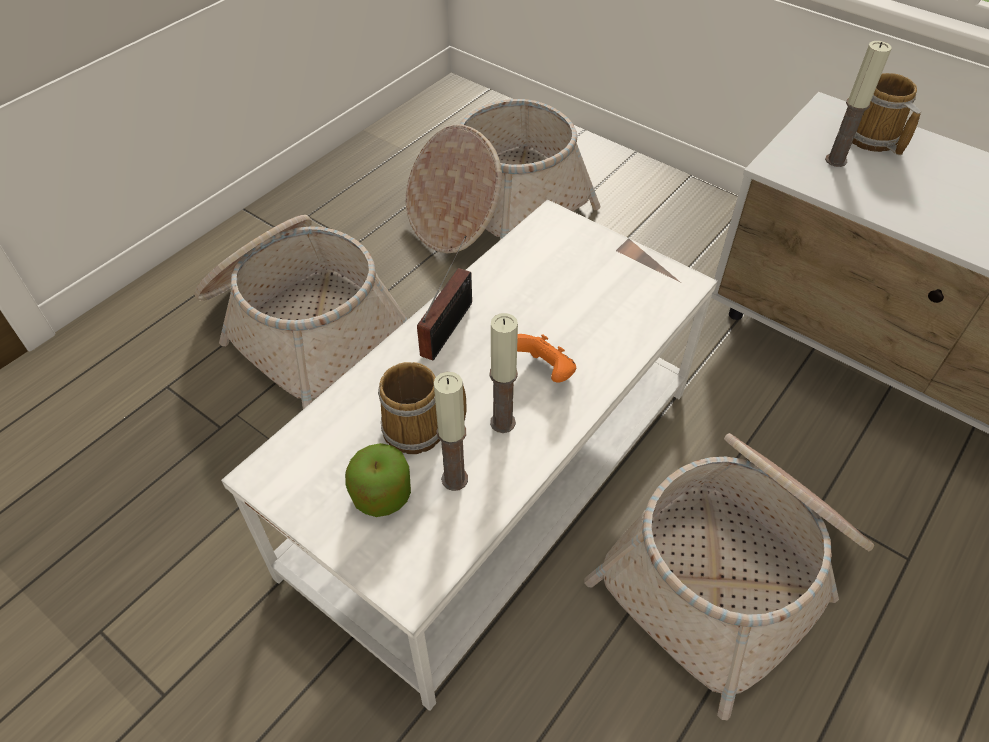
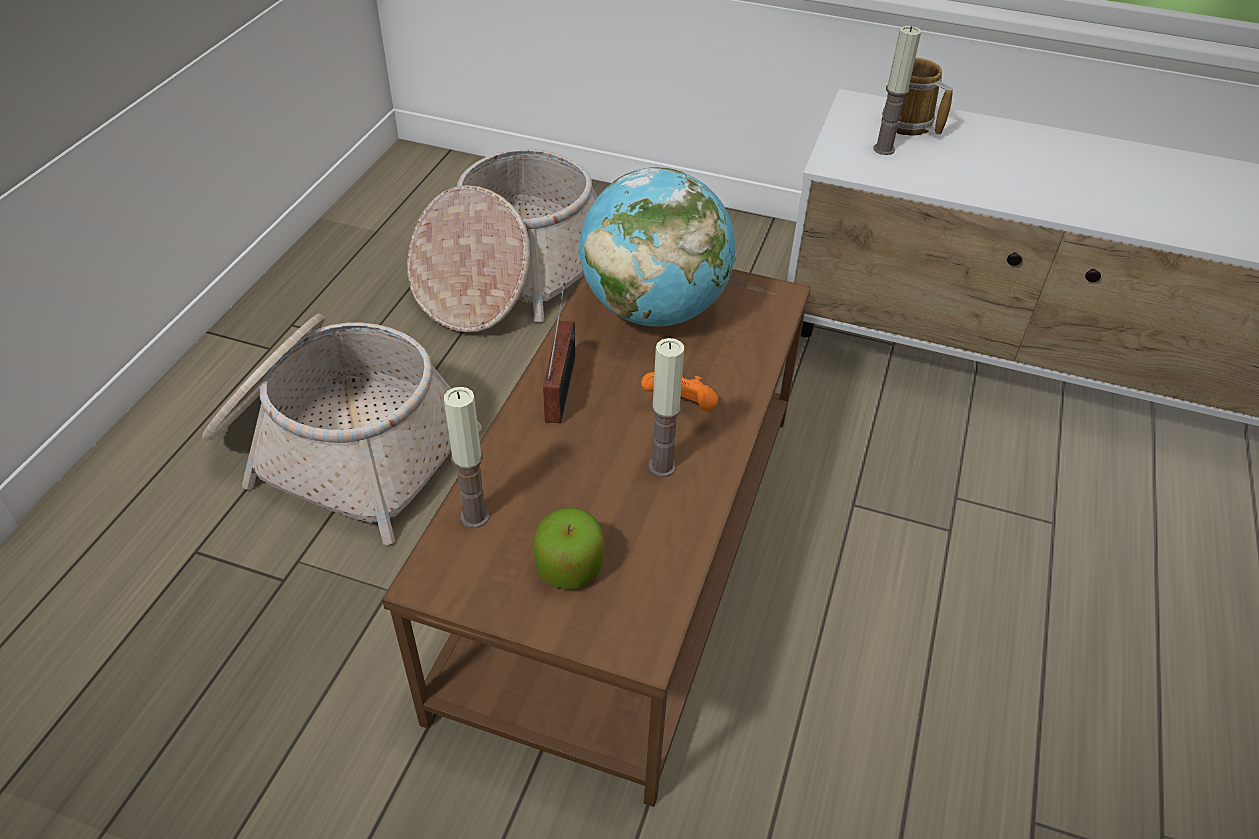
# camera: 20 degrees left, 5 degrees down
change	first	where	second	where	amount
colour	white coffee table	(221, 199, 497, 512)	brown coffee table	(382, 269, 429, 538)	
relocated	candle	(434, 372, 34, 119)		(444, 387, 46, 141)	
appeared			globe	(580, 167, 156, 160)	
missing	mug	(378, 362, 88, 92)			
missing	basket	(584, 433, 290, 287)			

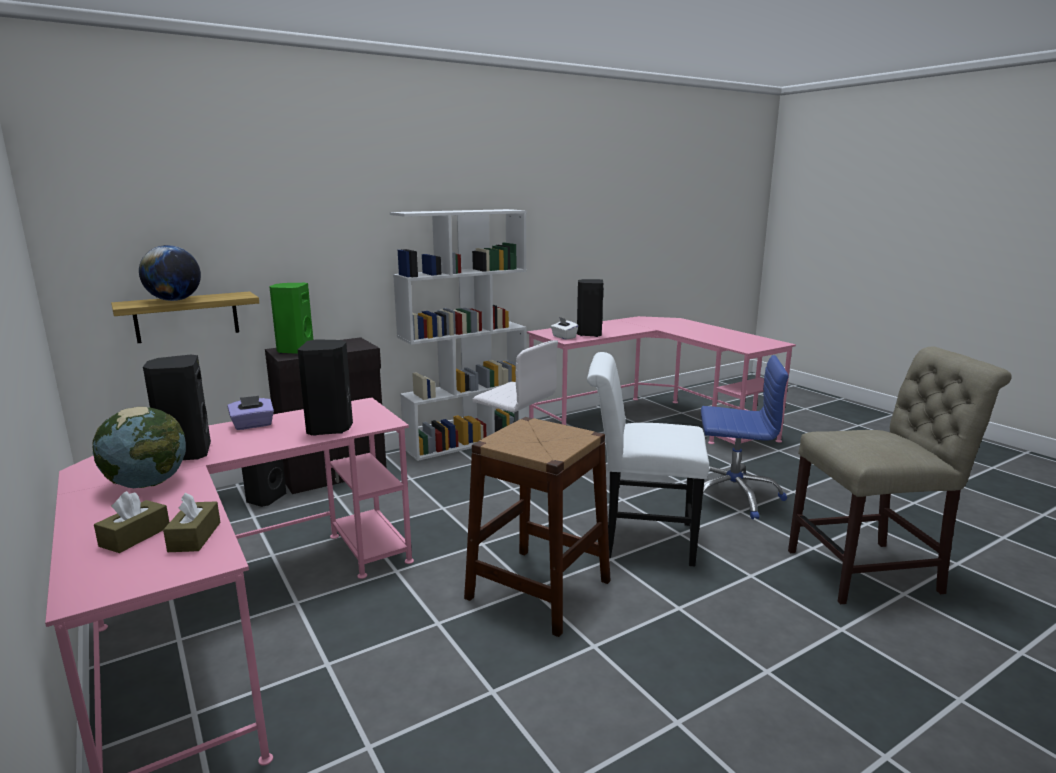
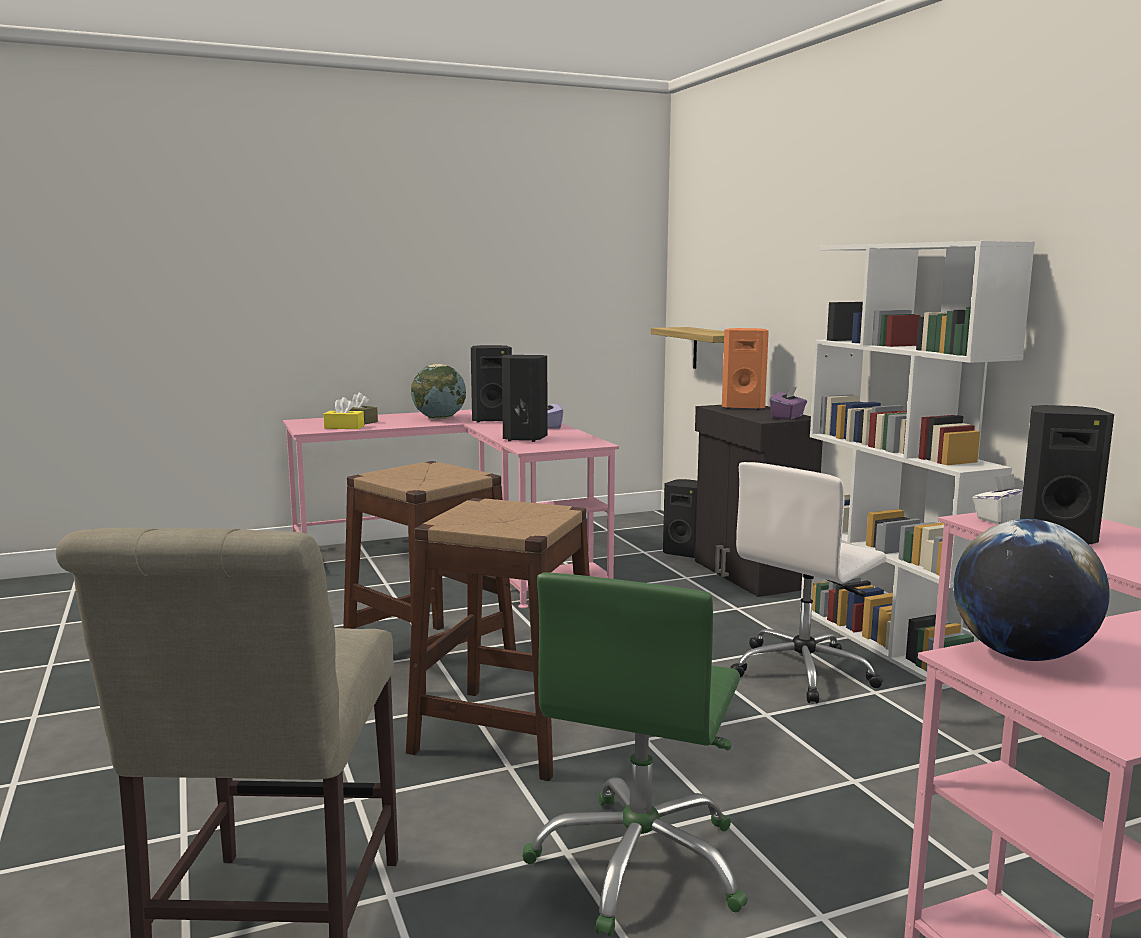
# camera: 100 degrees right, 5 degrees down
change	first	where	second	where	amount
colour	brown tissue box	(163, 492, 58, 60)	yellow tissue box	(323, 397, 41, 32)	
exchanged	white chair	(587, 352, 122, 215)	brown stool	(406, 498, 184, 283)	
colour	blue office chair	(701, 355, 88, 164)	green office chair	(522, 573, 226, 364)	
colour	green speaker	(269, 283, 44, 71)	orange speaker	(722, 328, 47, 82)	
appeared			purple tissue box	(770, 387, 37, 33)	
relocated	globe	(139, 245, 62, 56)		(954, 519, 156, 142)	

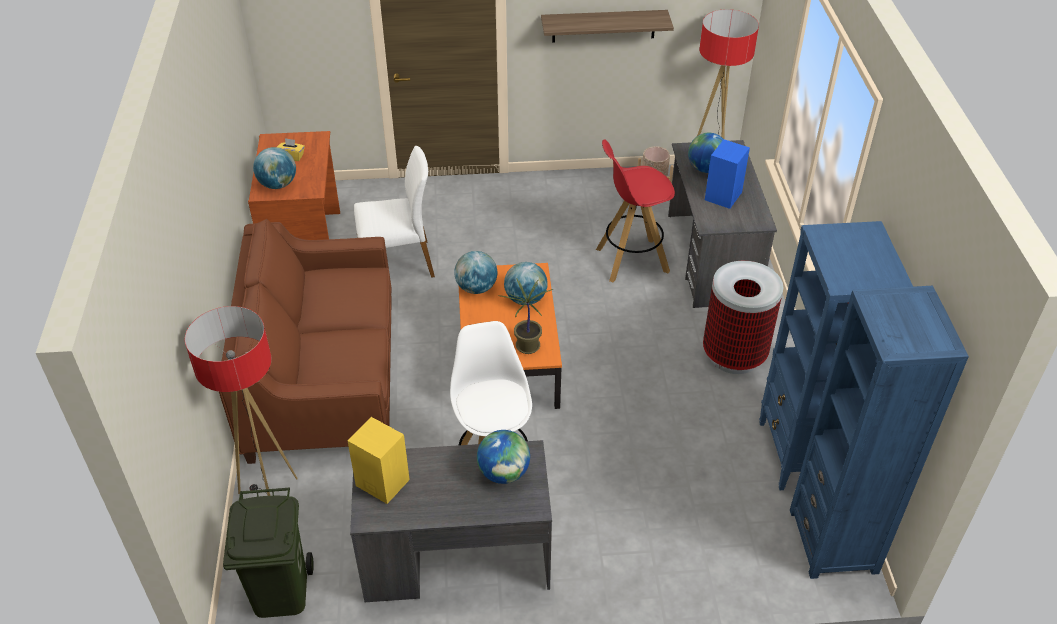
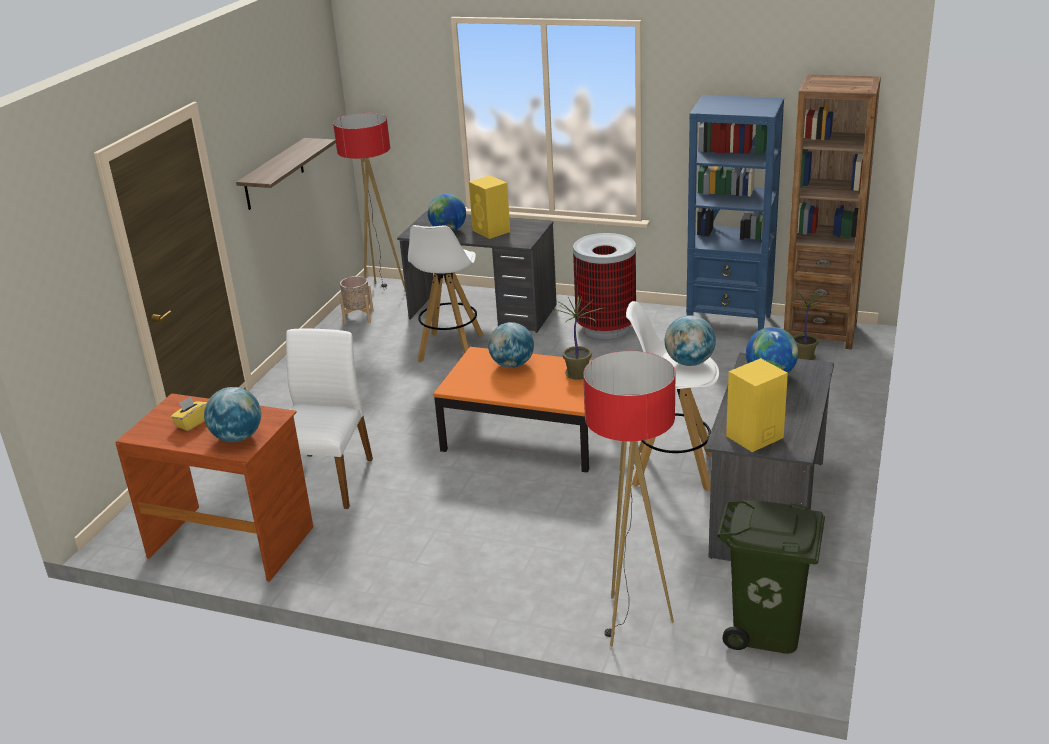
# camera: 65 degrees left, 15 degrees down
change	first	where	second	where	amount
colour	red stool	(596, 140, 79, 142)	white stool	(408, 225, 76, 137)	
colour	blue speaker	(705, 139, 45, 70)	yellow speaker	(469, 176, 41, 63)	
relocated	globe	(454, 251, 43, 43)		(665, 315, 51, 51)	
colour	blue bookcase	(790, 286, 179, 293)	brown bookcase	(784, 74, 97, 276)	
appeared			potted plant	(787, 289, 44, 71)	
missing	brown sofa	(219, 219, 173, 245)			

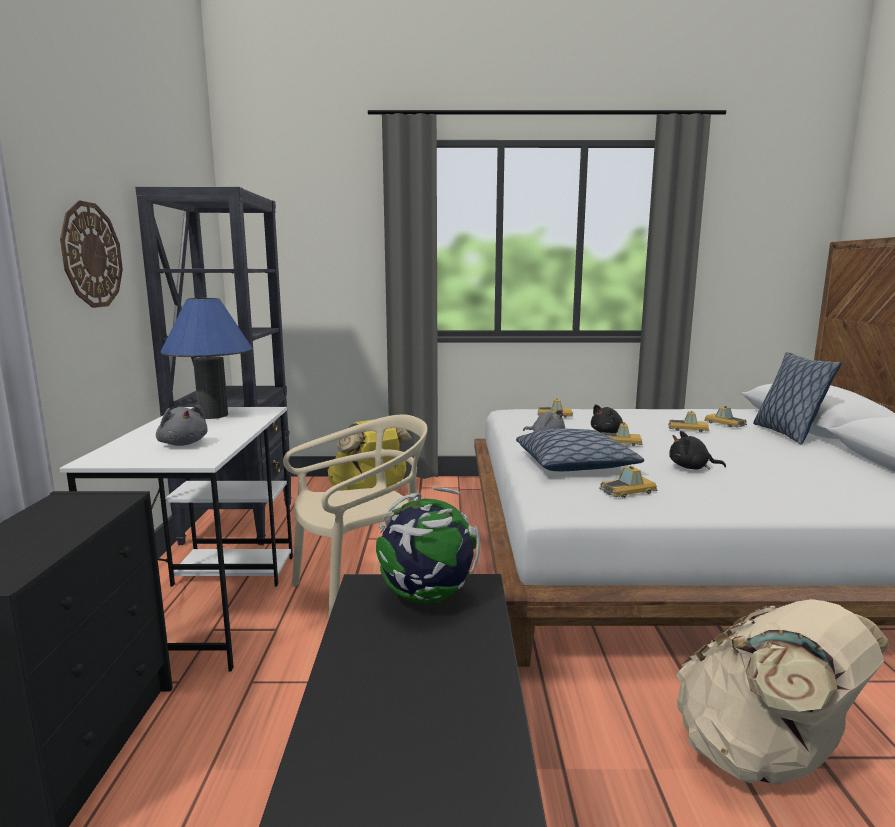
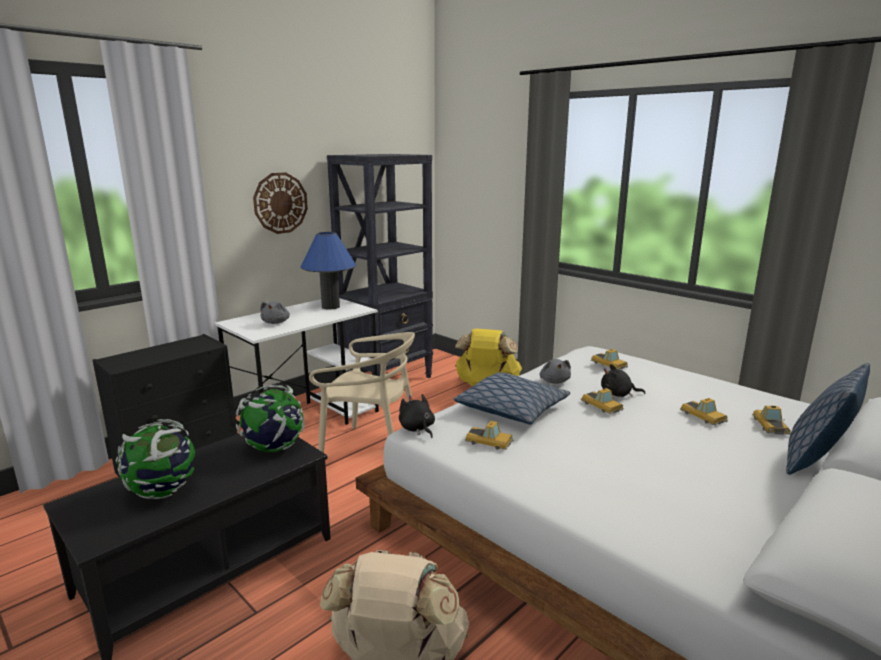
# camera: 45 degrees right, 5 degrees up
change	first	where	second	where	amount
appeared			globe	(116, 419, 79, 80)	
relocated	black plush toy	(669, 431, 57, 39)		(399, 394, 36, 44)	

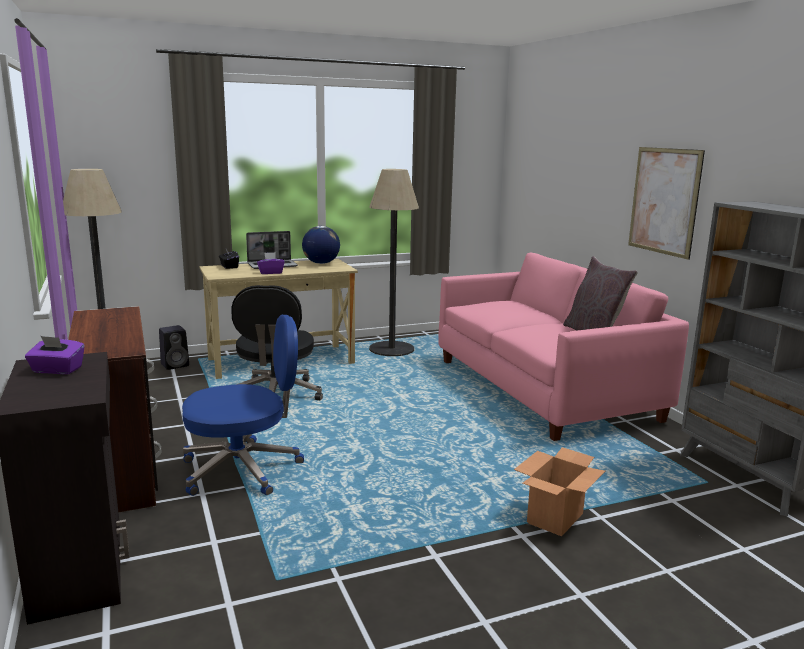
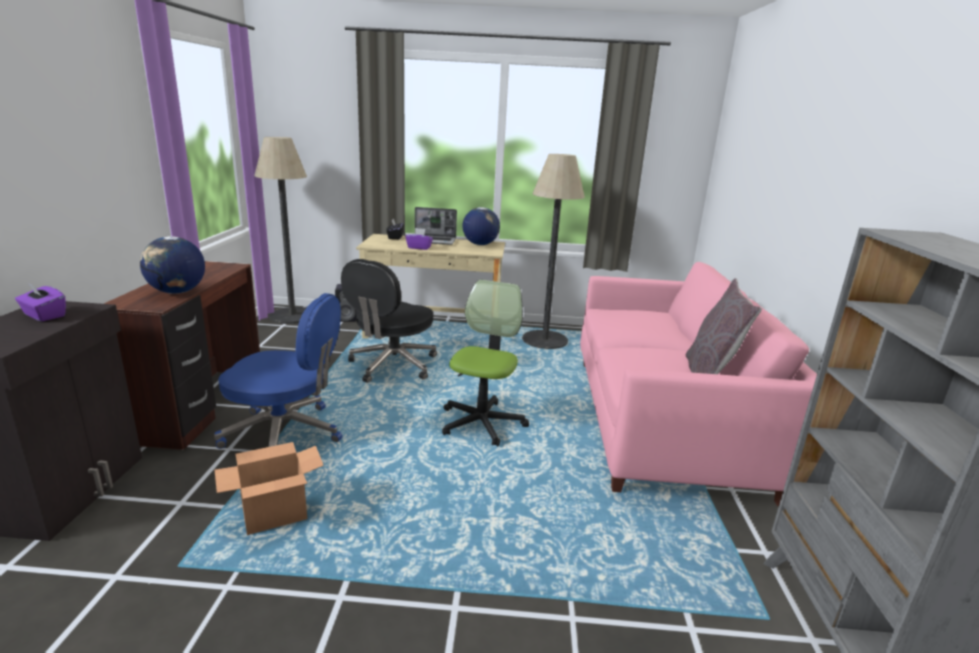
# camera: 25 degrees right, 5 degrees up
change	first	where	second	where	amount
appeared			globe	(140, 236, 65, 58)	
relocated	cardboard box	(514, 447, 91, 89)		(215, 442, 109, 93)	
appeared			office chair	(442, 280, 87, 166)	
missing	picture	(628, 147, 77, 113)			

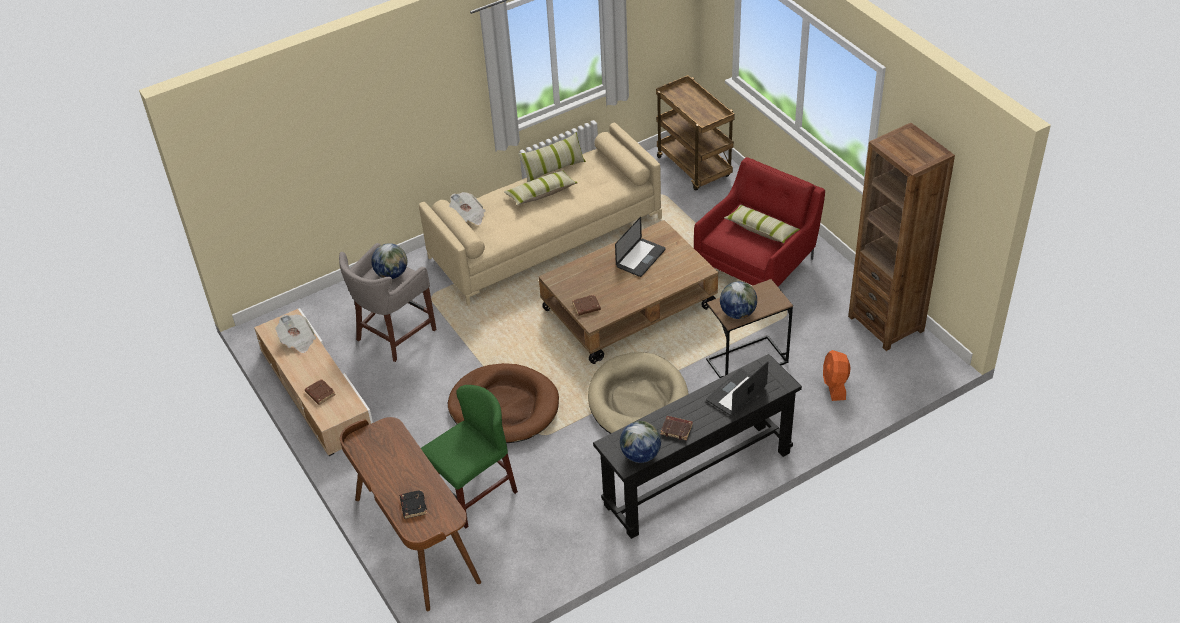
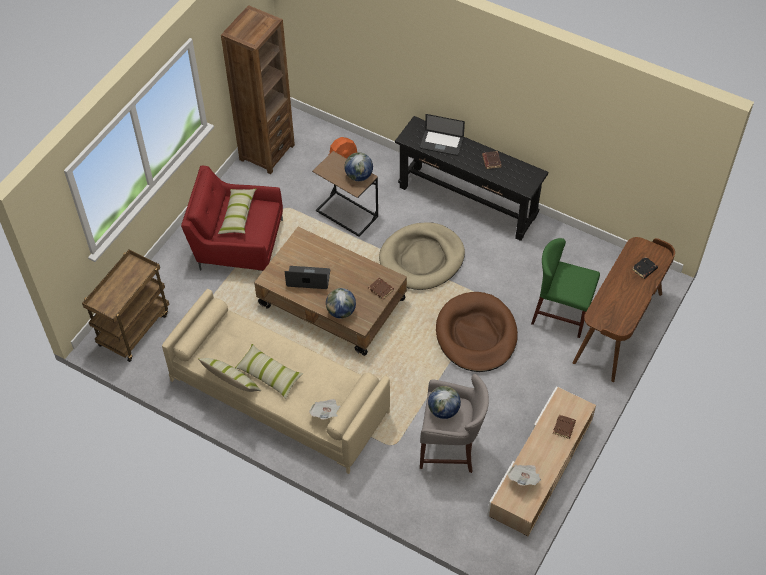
# camera: 120 degrees left, 10 degrees up
change	first	where	second	where	amount
relocated	globe	(620, 421, 41, 42)		(326, 288, 30, 31)	

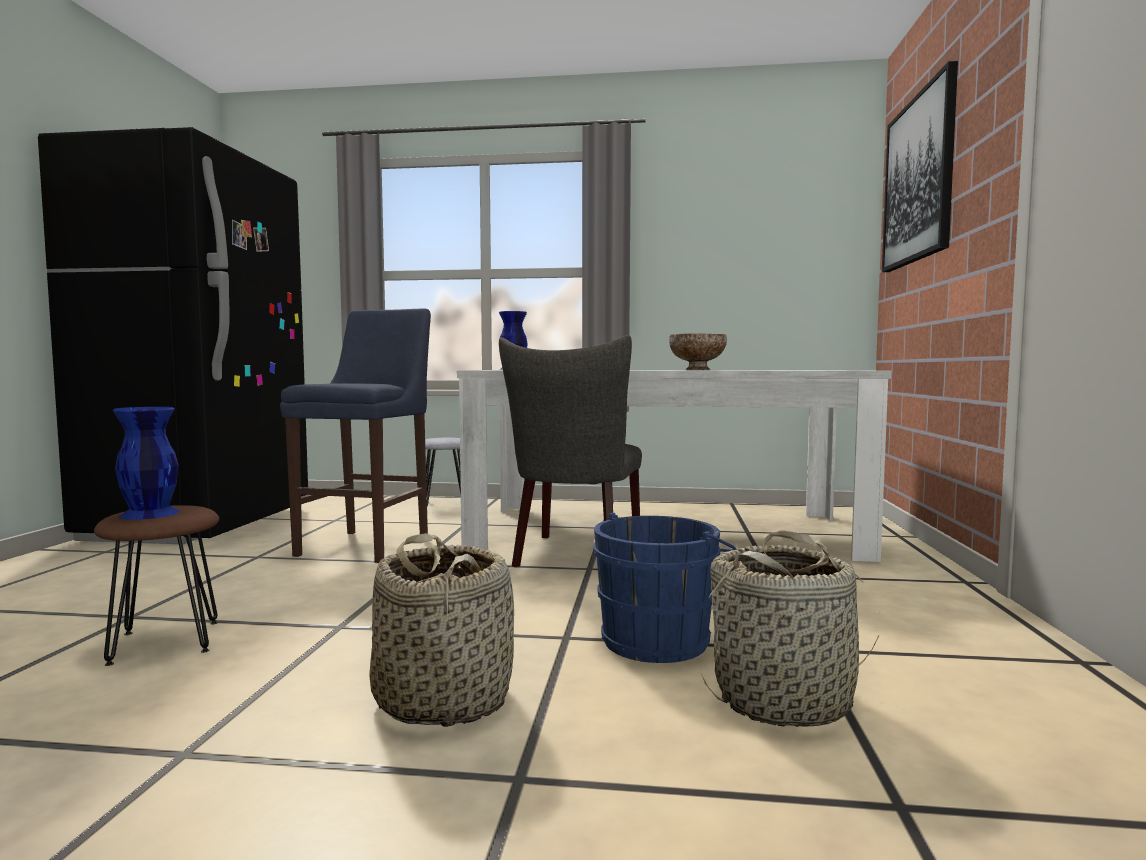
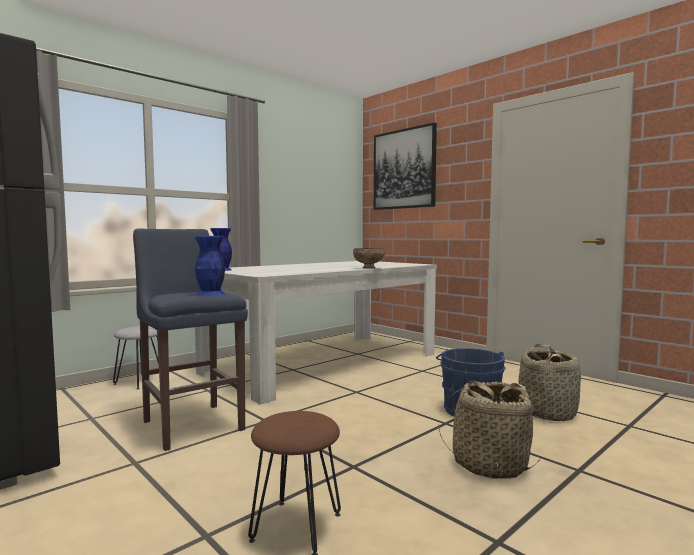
# camera: 50 degrees left, 0 degrees up
change	first	where	second	where	amount
relocated	blue vase	(113, 407, 67, 113)		(194, 236, 32, 60)	
missing	grey chair	(499, 335, 143, 232)			

